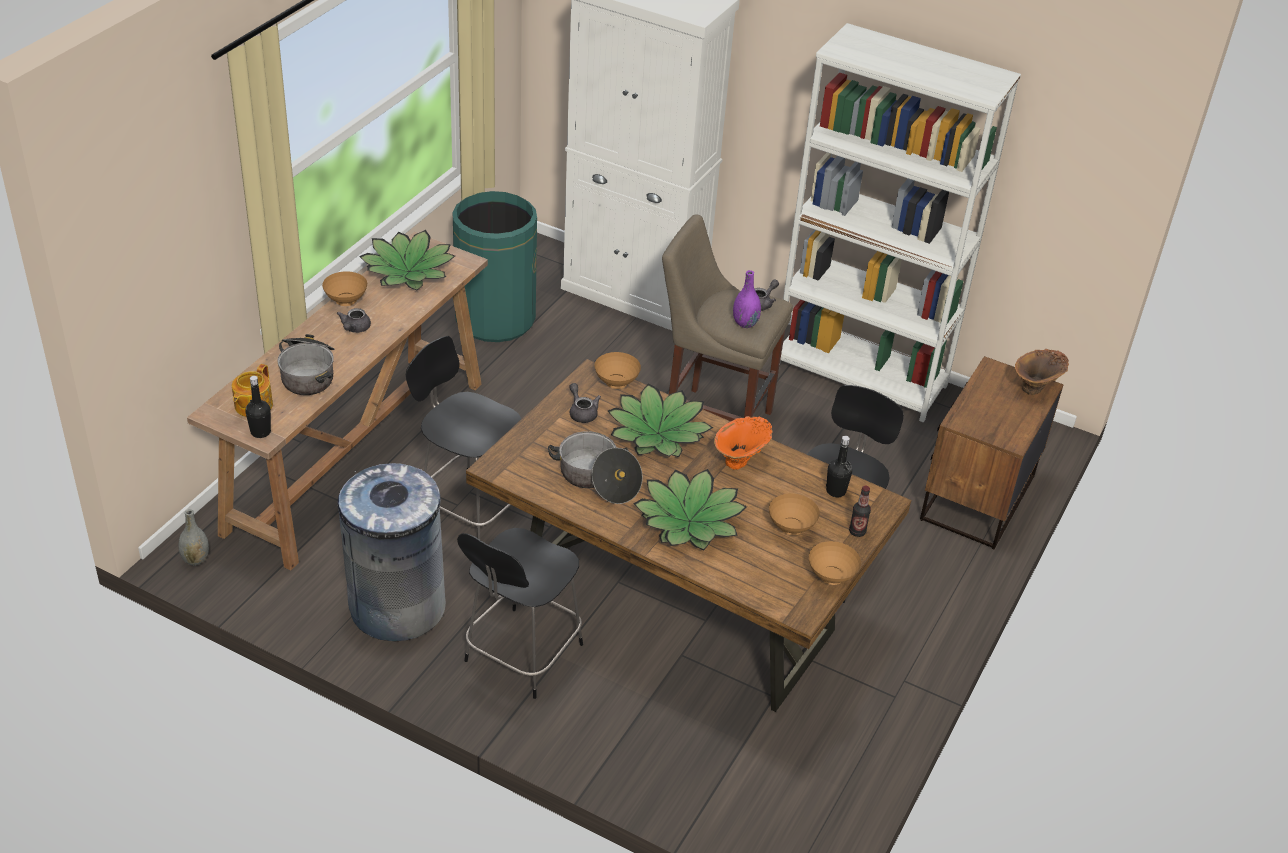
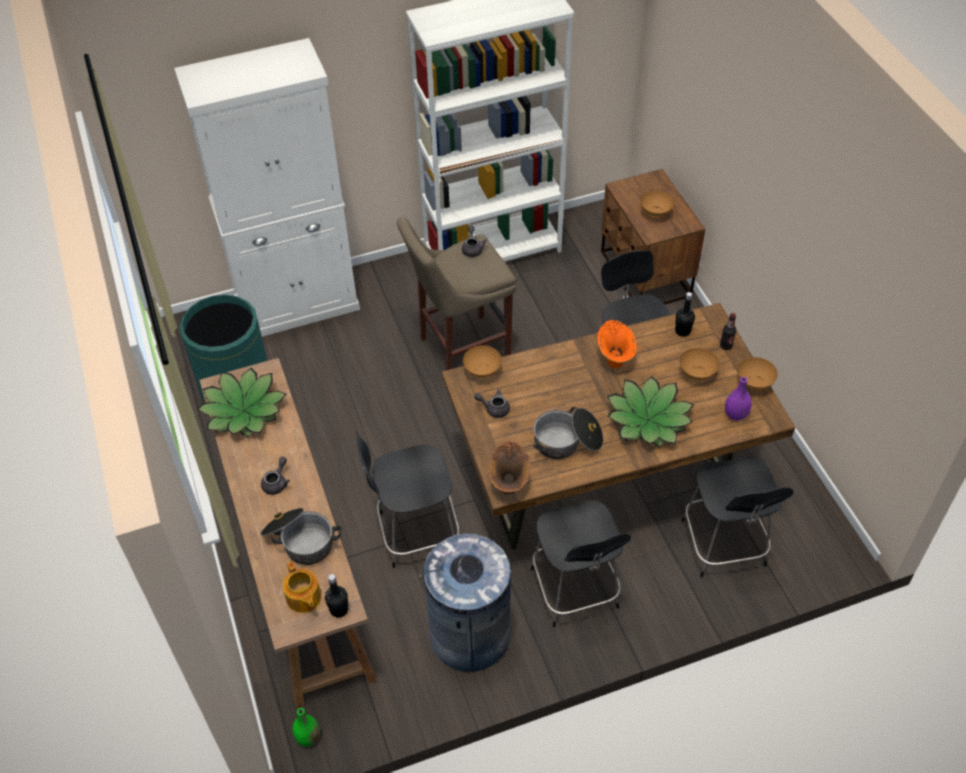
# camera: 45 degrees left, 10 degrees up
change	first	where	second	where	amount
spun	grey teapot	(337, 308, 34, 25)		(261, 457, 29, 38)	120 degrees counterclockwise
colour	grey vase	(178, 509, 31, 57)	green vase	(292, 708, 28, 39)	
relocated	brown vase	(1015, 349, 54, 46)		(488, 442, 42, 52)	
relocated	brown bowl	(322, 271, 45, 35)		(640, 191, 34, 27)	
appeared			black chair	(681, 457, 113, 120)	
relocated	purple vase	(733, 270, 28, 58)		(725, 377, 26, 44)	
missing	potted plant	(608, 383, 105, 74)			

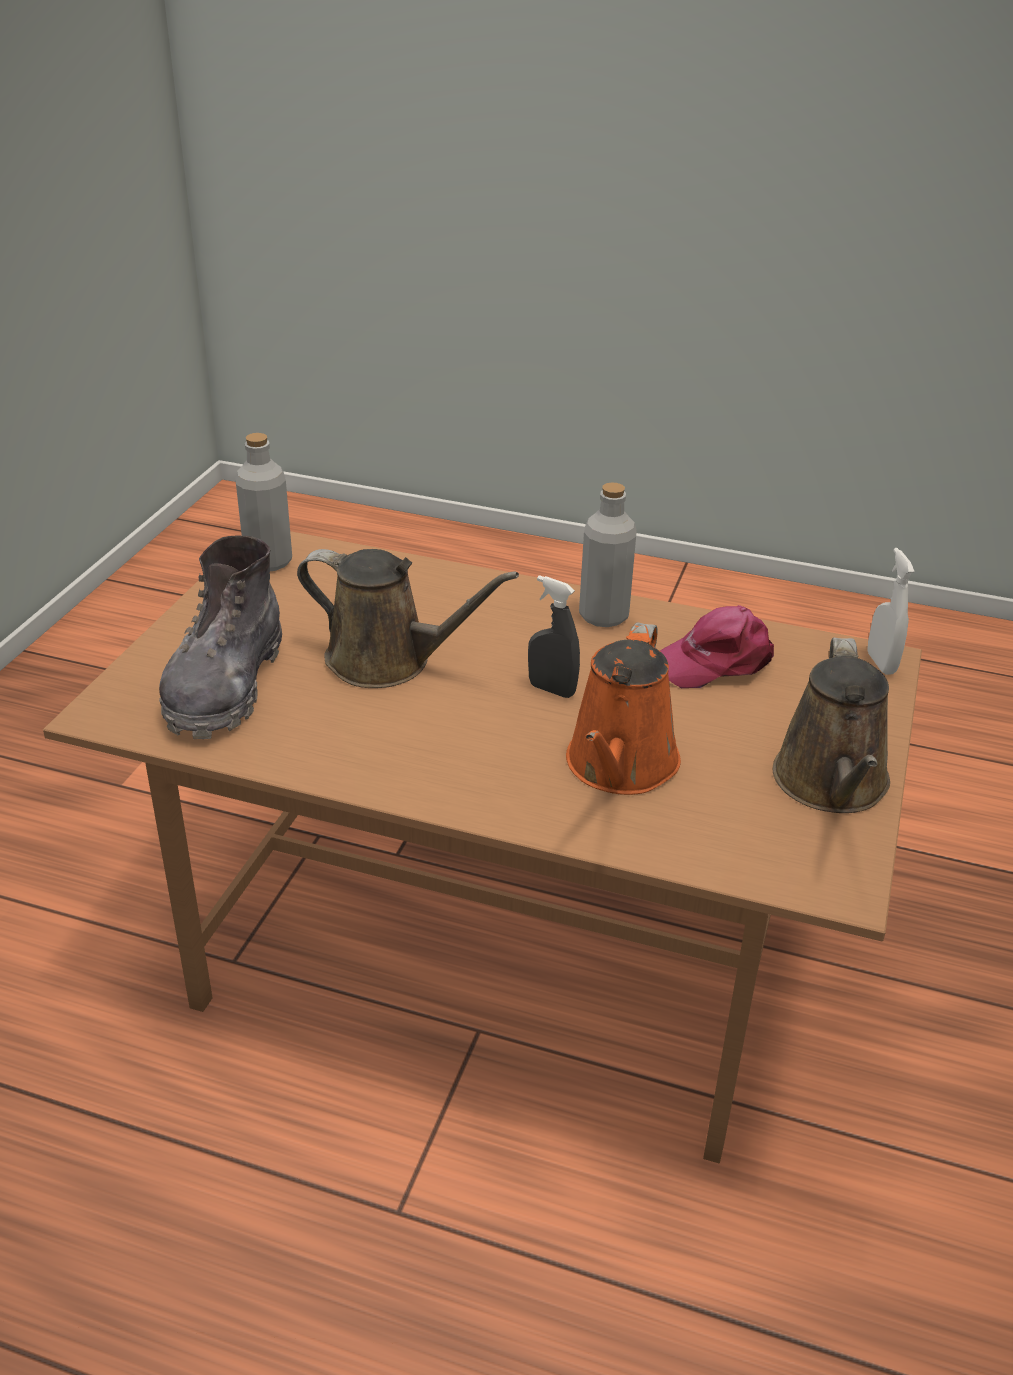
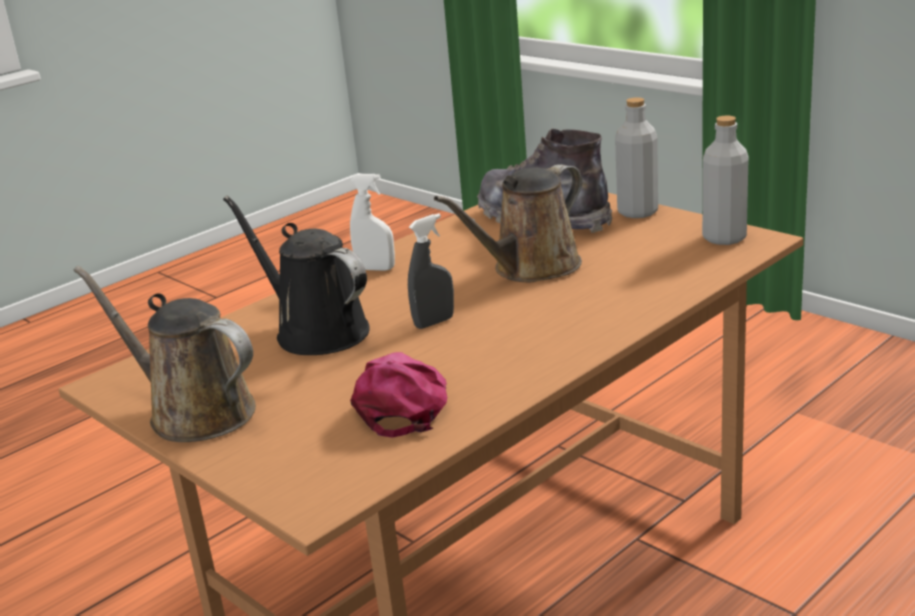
# camera: 120 degrees right, 10 degrees down
change	first	where	second	where	amount
colour	orange watering can	(566, 622, 115, 173)	black watering can	(223, 196, 147, 159)	
relocated	white spray bottle	(867, 548, 48, 127)		(350, 174, 45, 97)	
relocated	grey bottle	(579, 482, 58, 145)		(615, 97, 43, 121)	

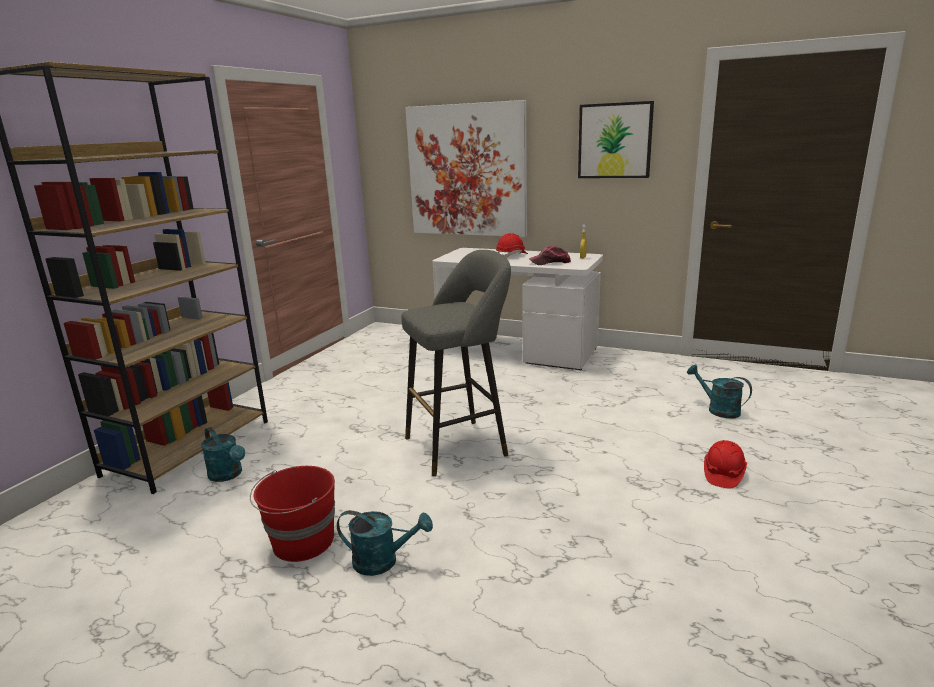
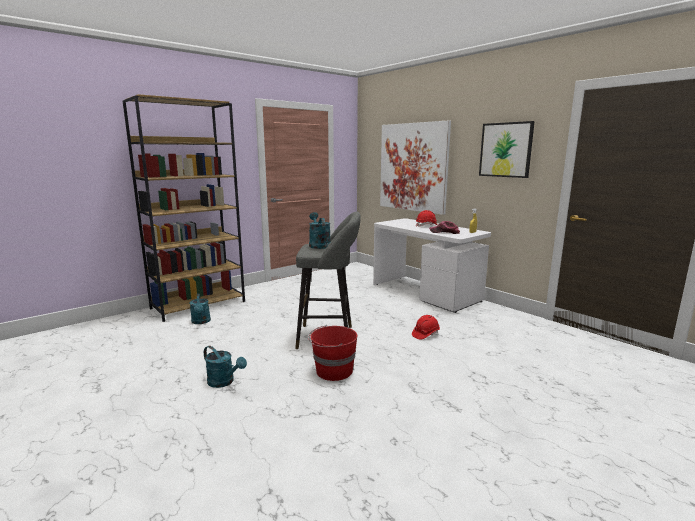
# camera: 25 degrees right, 5 degrees down
change	first	where	second	where	amount
relocated	red bucket	(250, 466, 85, 96)		(308, 325, 49, 56)	
relocated	turquoise watering can	(687, 365, 65, 53)		(309, 212, 21, 37)	
relocated	red hard hat	(704, 440, 43, 48)		(412, 315, 28, 25)	

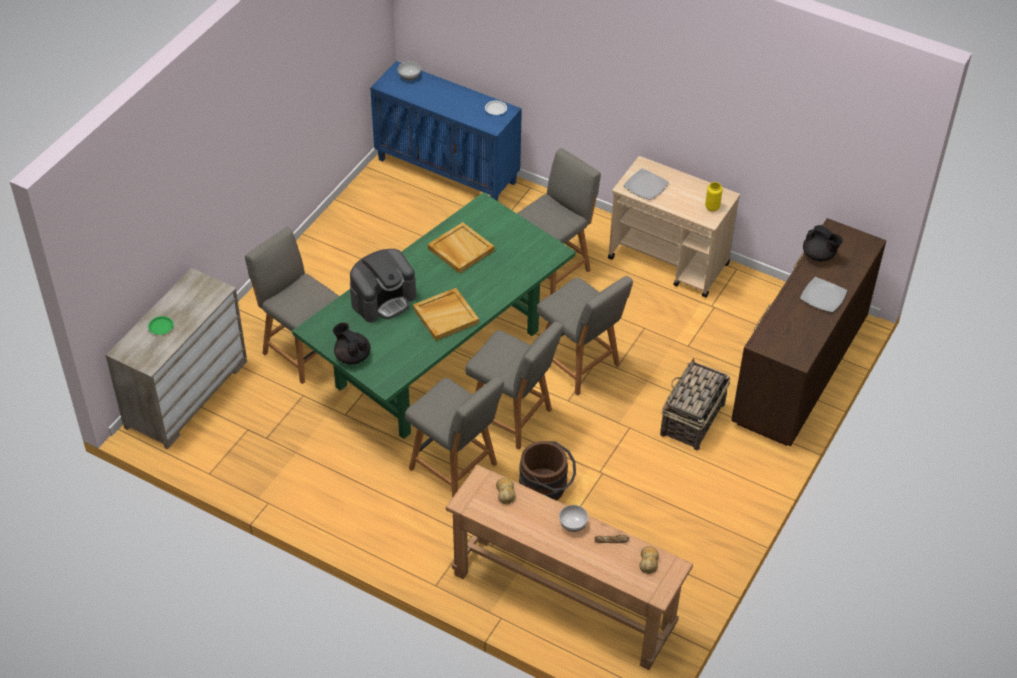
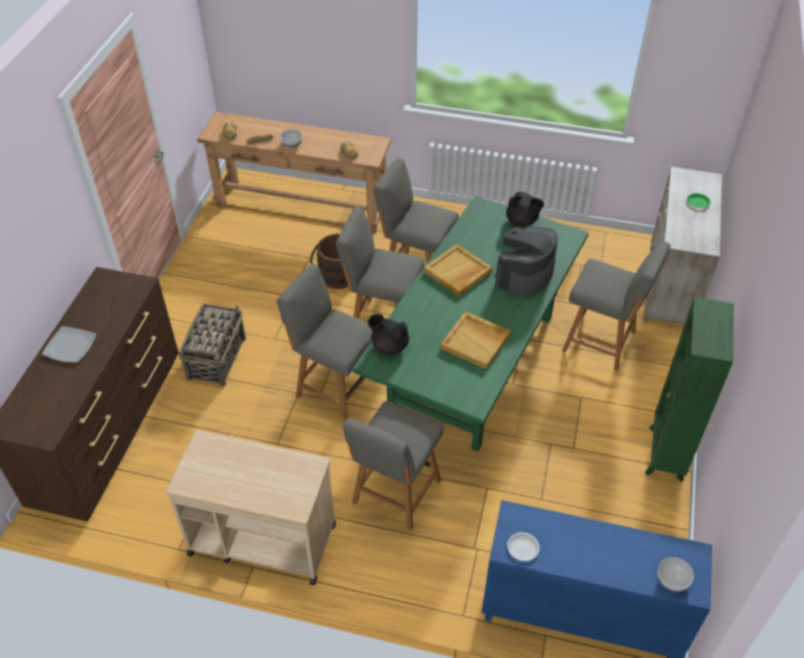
# camera: 165 degrees right, 0 degrees up
change	first	where	second	where	amount
relocated	black teapot	(803, 225, 40, 36)		(368, 314, 41, 41)	
appeared			green bookcase	(645, 297, 89, 185)	
missing	plate	(623, 168, 46, 32)			
missing	yellow vase	(705, 182, 18, 30)			

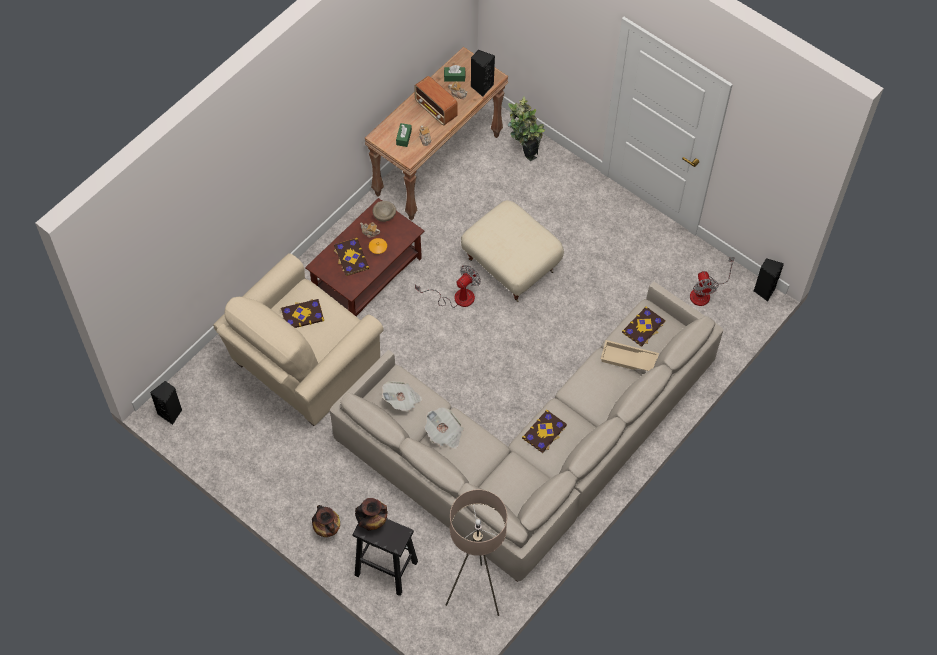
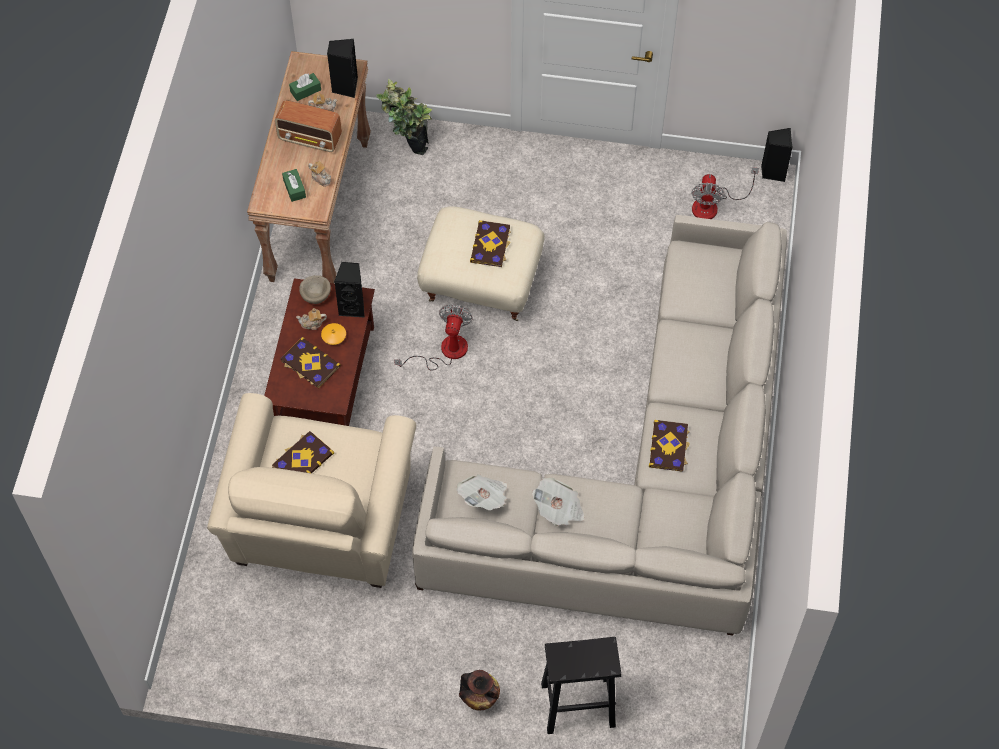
# camera: 30 degrees left, 0 degrees up
change	first	where	second	where	amount
relocated	black speaker	(150, 381, 32, 44)		(334, 262, 31, 56)	
relocated	book	(622, 306, 43, 41)		(470, 220, 41, 47)	
spun	fan	(690, 257, 45, 49)		(691, 167, 68, 52)	45 degrees clockwise
missing	vase	(355, 498, 33, 33)			
missing	beige floor lamp	(446, 489, 61, 127)			
missing	beige tray	(601, 340, 58, 31)			

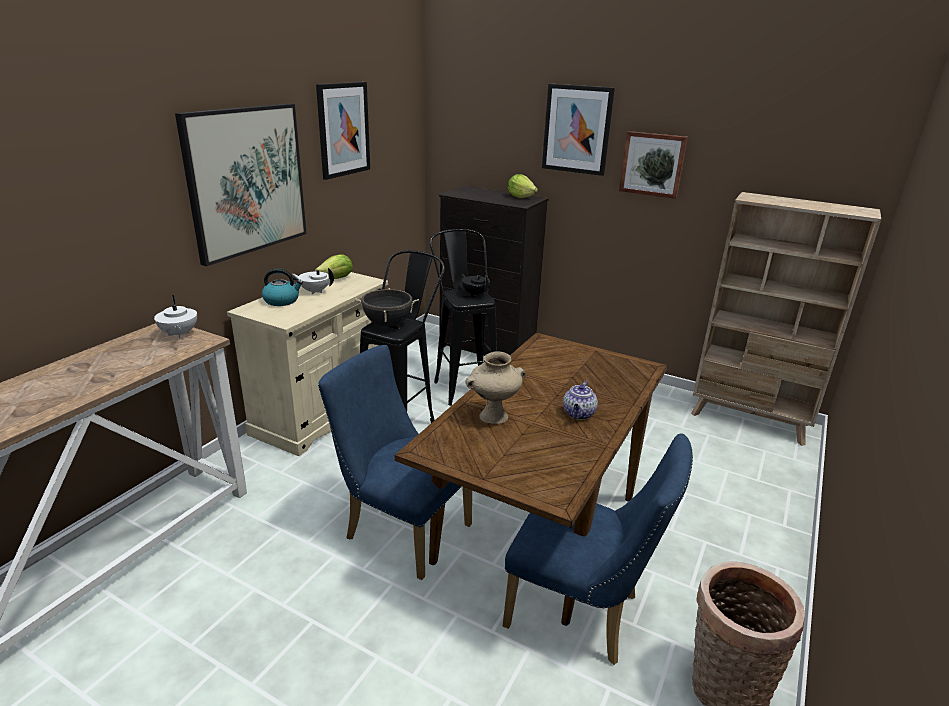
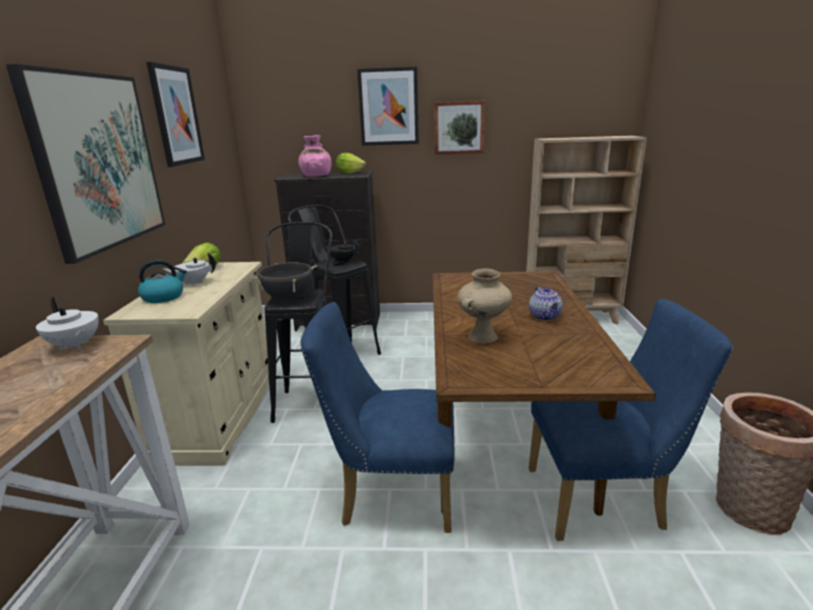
# camera: 25 degrees left, 5 degrees down
change	first	where	second	where	amount
appeared			pink vase	(298, 135, 34, 42)	

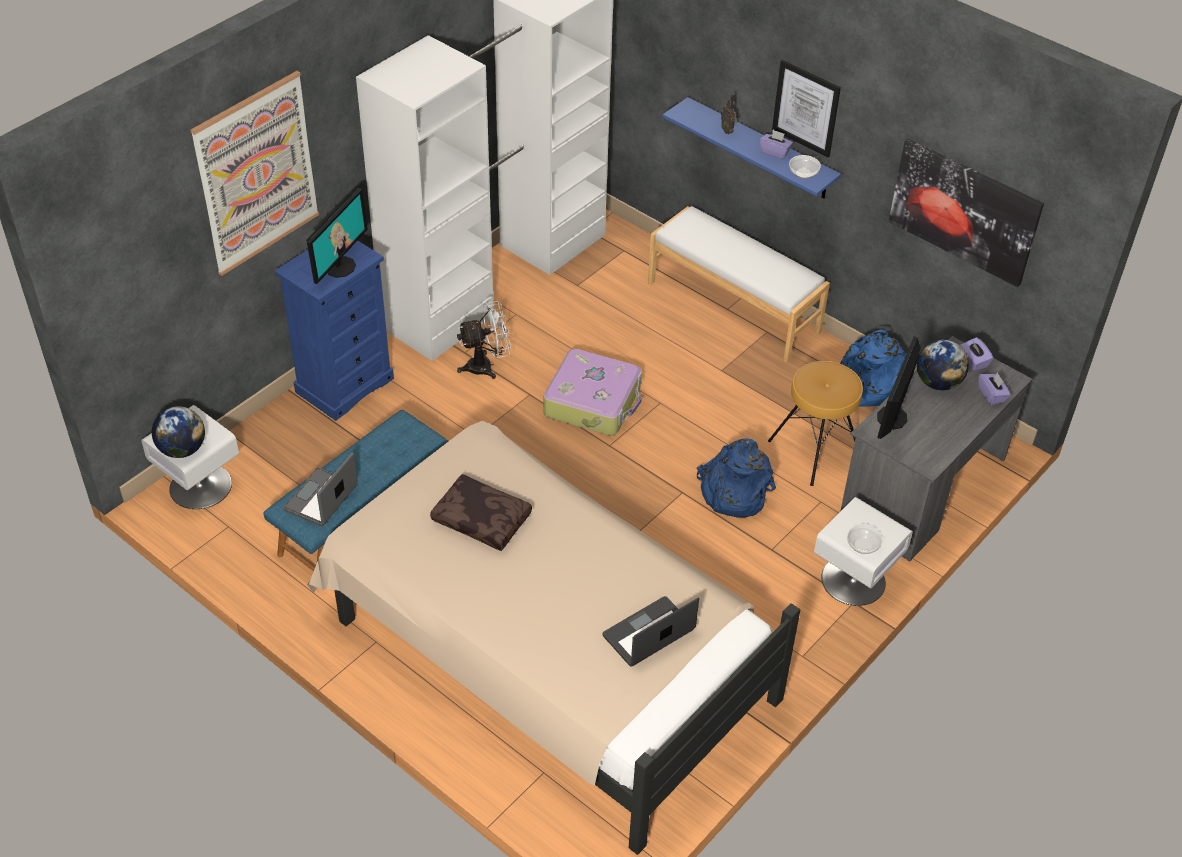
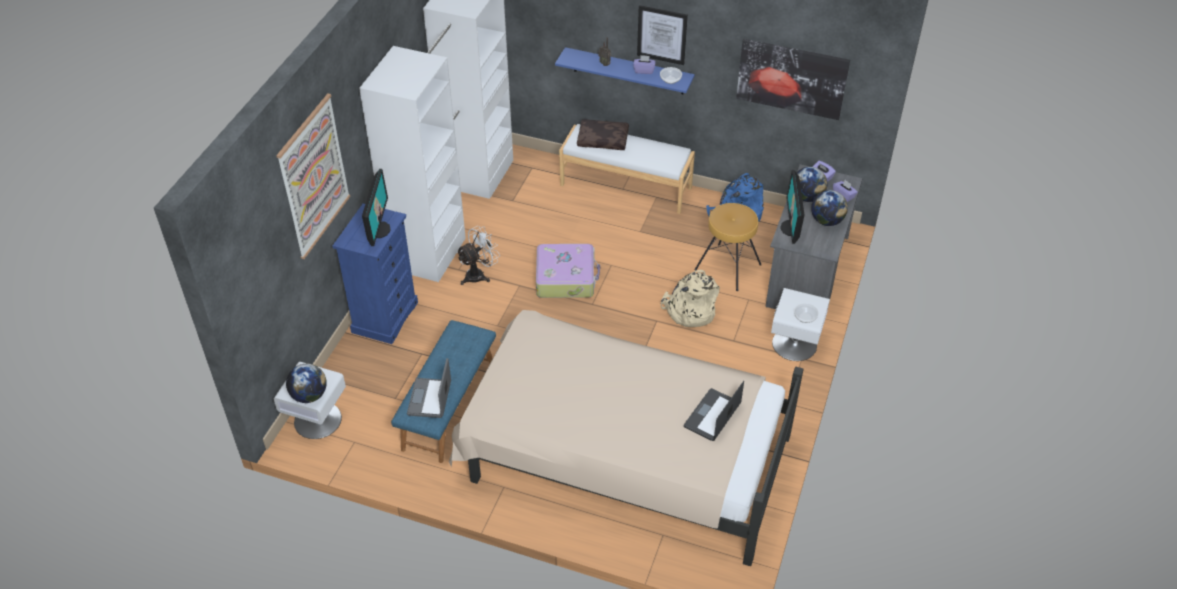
# camera: 20 degrees left, 0 degrees up
change	first	where	second	where	amount
relocated	brown pillow	(430, 474, 102, 77)		(577, 119, 52, 31)	
colour	blue backpack	(697, 438, 79, 80)	beige backpack	(661, 270, 59, 57)	
appeared			globe	(811, 190, 37, 36)	

